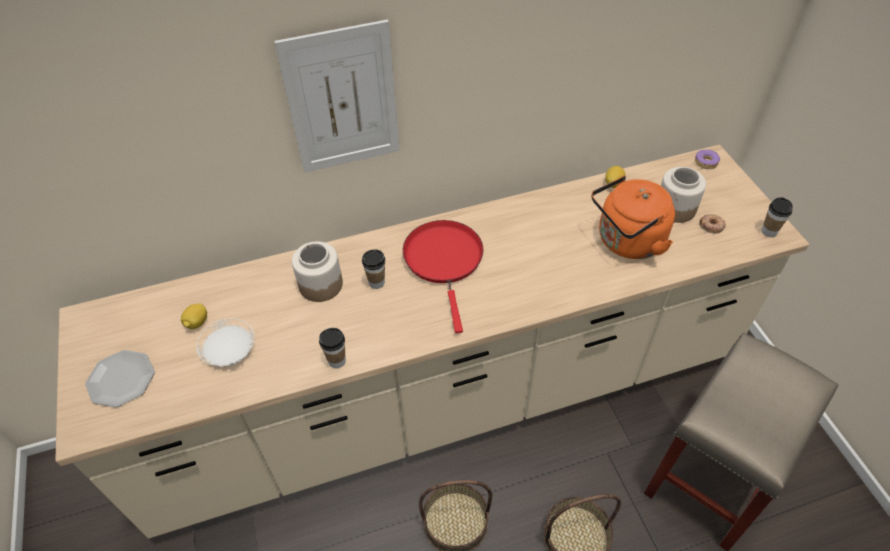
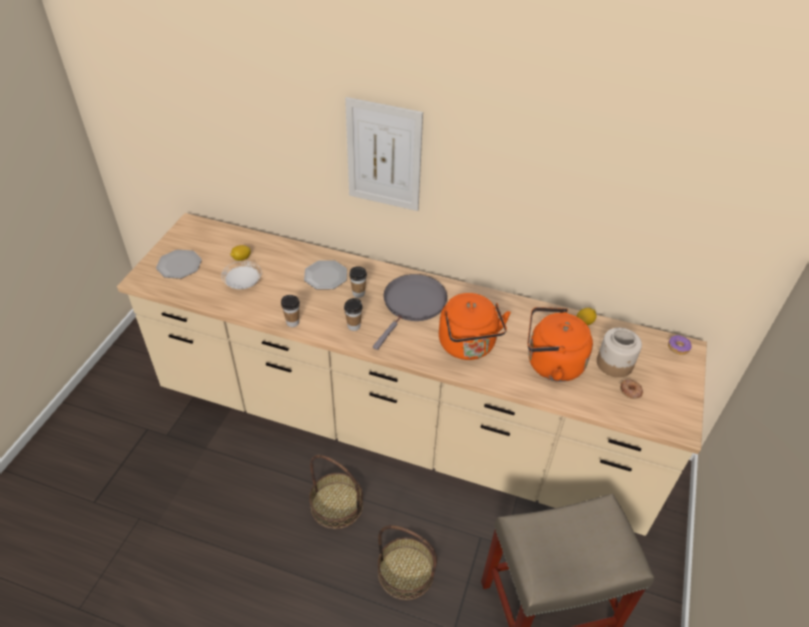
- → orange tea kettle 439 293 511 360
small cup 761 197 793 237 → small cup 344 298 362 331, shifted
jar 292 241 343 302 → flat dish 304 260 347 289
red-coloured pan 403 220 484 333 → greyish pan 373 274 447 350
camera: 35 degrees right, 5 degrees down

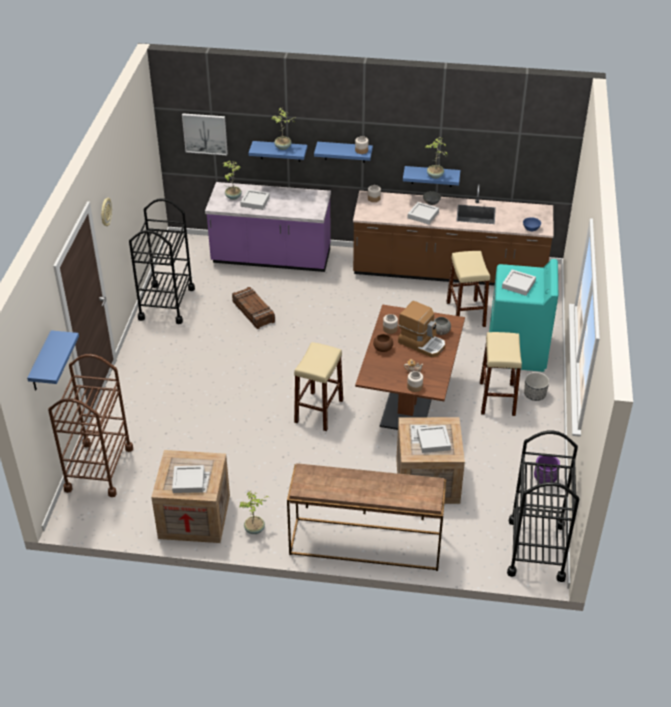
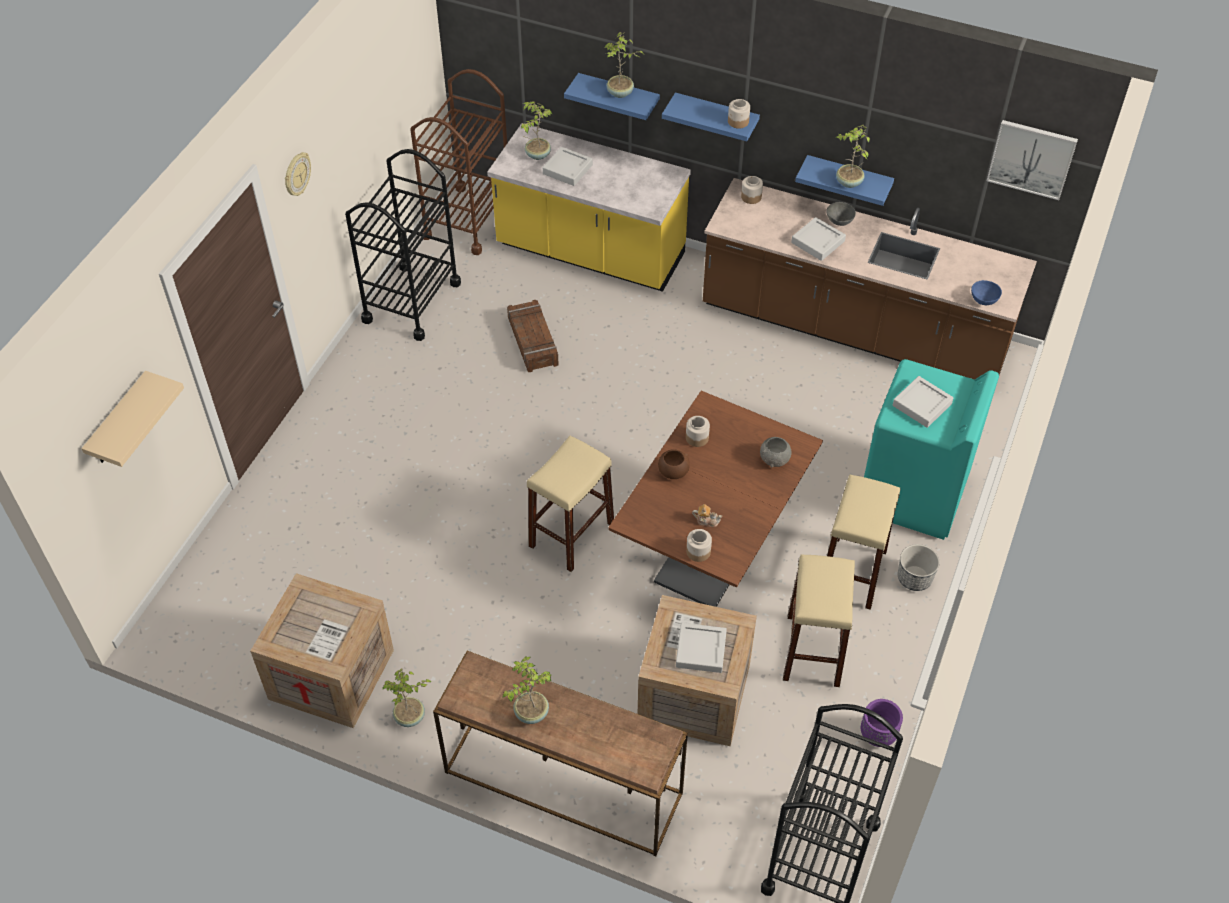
greyish serving tray 172 465 204 493 → -
coffee maker 398 301 445 357 → -
- → potted plant 503 656 551 724
brownish wheeled cart 48 354 133 497 → brownish wheeled cart 410 69 507 255, shifted
picture 182 113 228 155 → picture 987 120 1078 200, shifted
beige sitting stool 447 251 490 327 → beige sitting stool 783 554 855 687, shifted
bluish shelf 27 330 79 391 → beige shelf 81 371 184 467
purple counter 205 182 331 272 → yellowish counter 487 123 691 292
camera: 15 degrees right, 10 degrees up

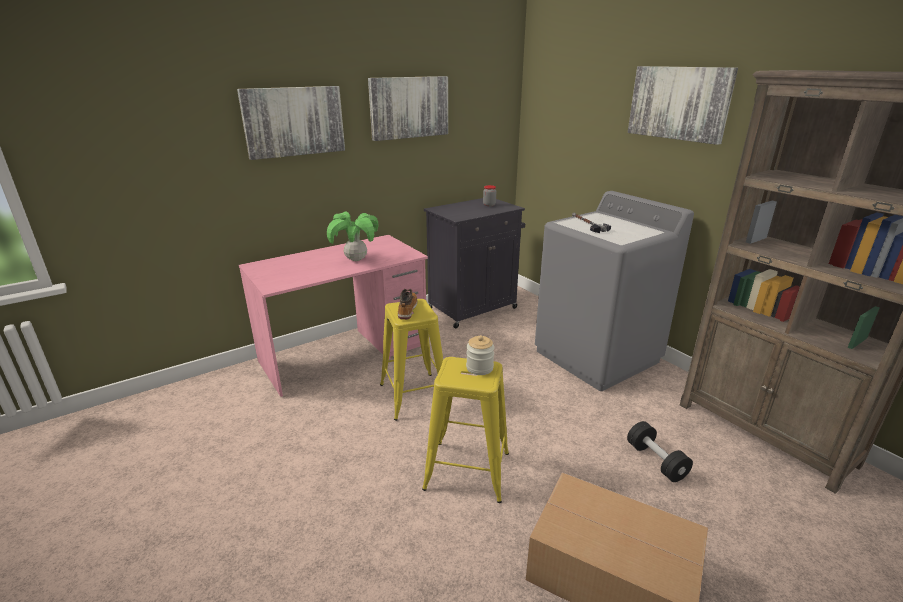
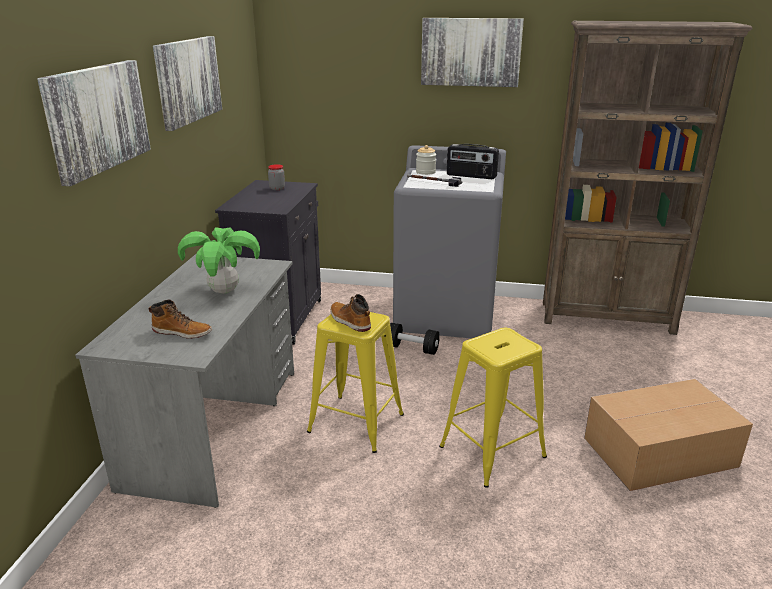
- → tall boot 149 300 212 339
- → radio set 447 144 499 179
jar 466 335 495 375 → jar 416 145 436 175, shifted
black-coloured hand weight 627 421 693 482 → black-coloured hand weight 390 323 440 355, shifted
pink desk unit 239 235 428 397 → greyish desk unit 75 254 294 508
camera: 45 degrees left, 0 degrees up

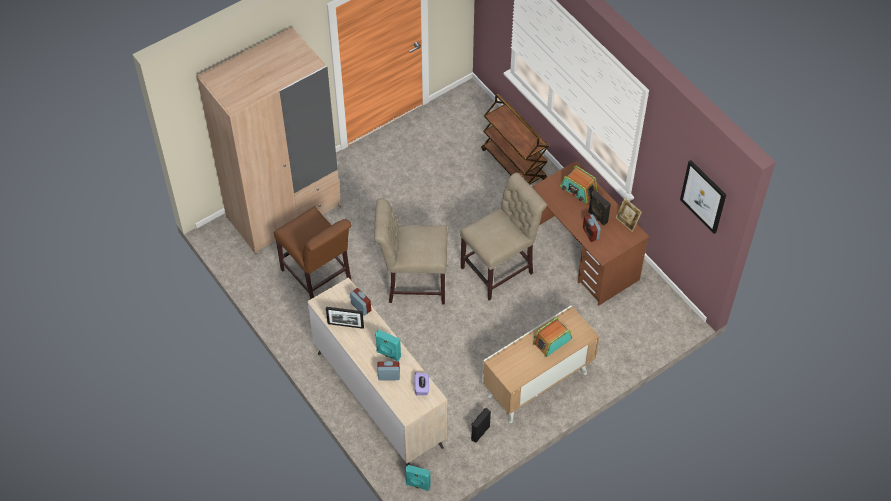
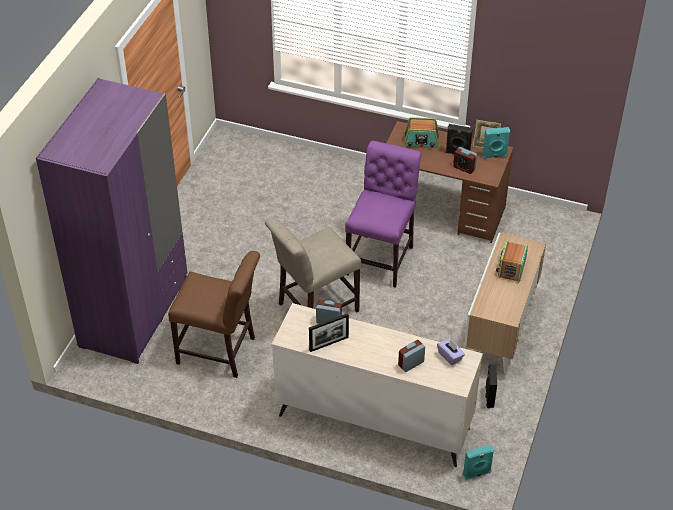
brownish wheeled cart 481 94 549 184 → -
picture 680 160 726 234 → -
blue-green speaker 375 329 401 361 → blue-green speaker 482 127 510 159, shifted
beige clothes cupboard 197 27 341 254 → purple clothes cupboard 36 78 187 364
beige upright chair 460 173 547 300 → purple upright chair 345 141 422 288
camera: 35 degrees left, 10 degrees down

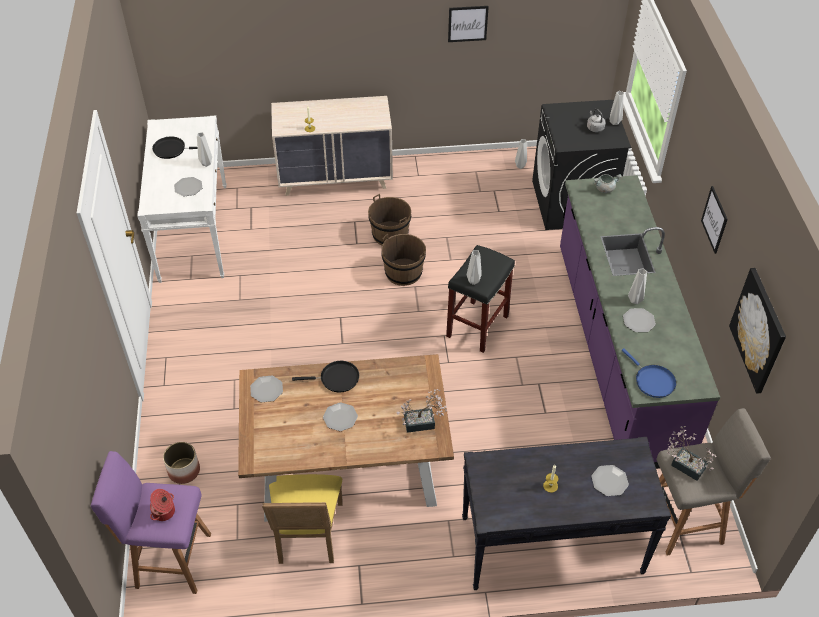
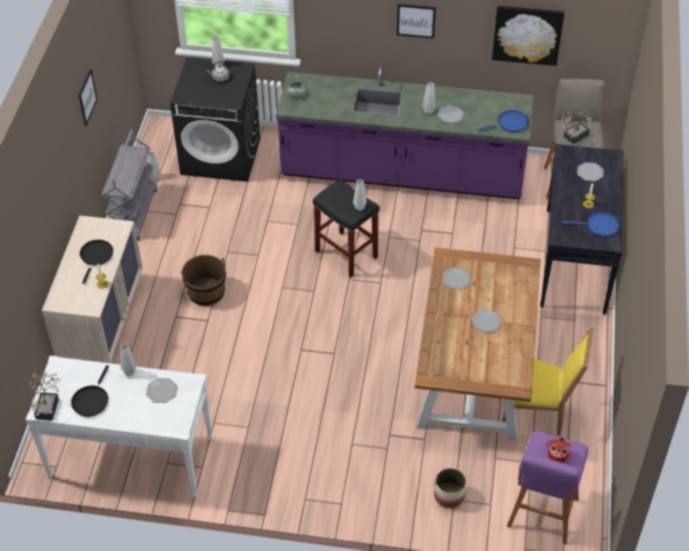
brownish water bucket 381 234 426 286 → -
- → greyish wheeled cart 102 129 157 241
- → bluish pan 562 212 620 237
flat dish 250 376 283 403 → flat dish 443 268 471 289, shifted
black-coloured pan 292 361 359 392 → black-coloured pan 80 240 113 284, shifted
potted plant 397 389 447 433 → potted plant 29 372 60 421, shifted
camera: 75 degrees left, 0 degrees up

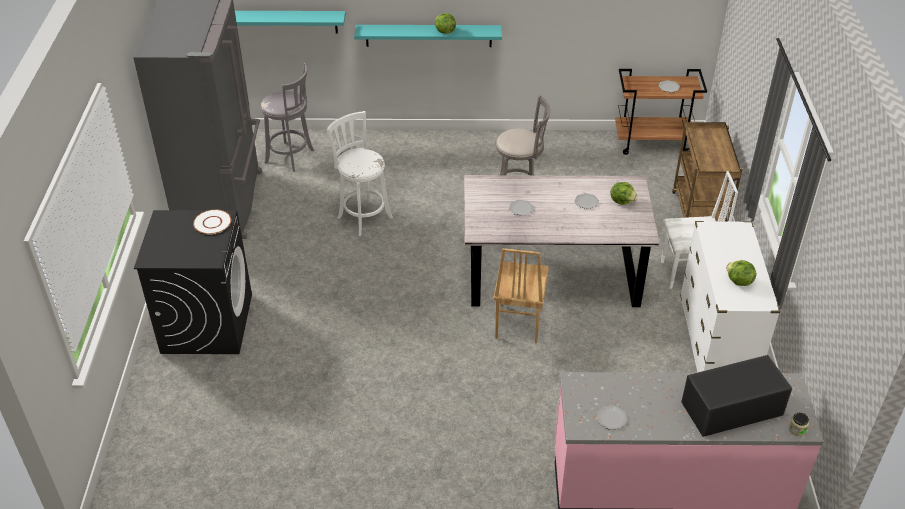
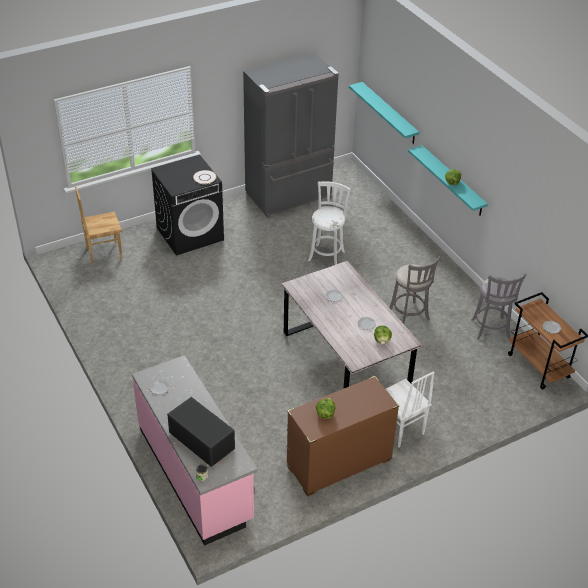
brownish wheeled cart 672 122 742 222 → -
greyish sitting stool 261 63 314 172 → greyish sitting stool 472 273 526 340, shifted
brownish upright chair 493 248 549 343 → brownish upright chair 75 187 122 265, shifted
white dresser 680 221 780 373 → brownish dresser 286 376 399 497
camera: 60 degrees right, 0 degrees up

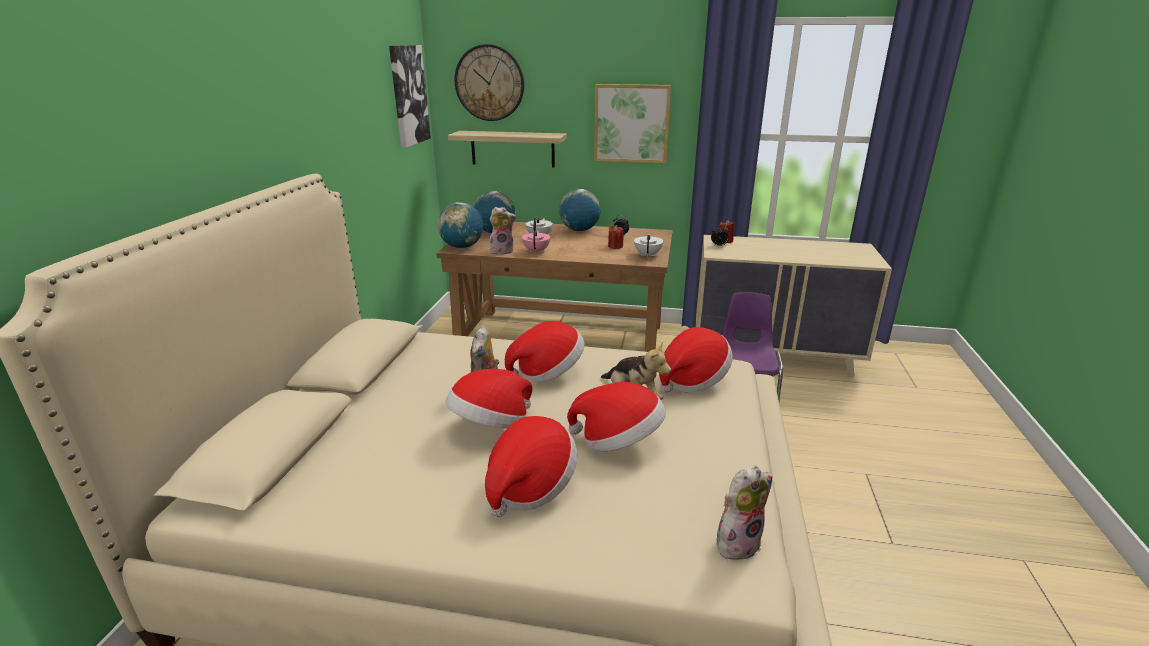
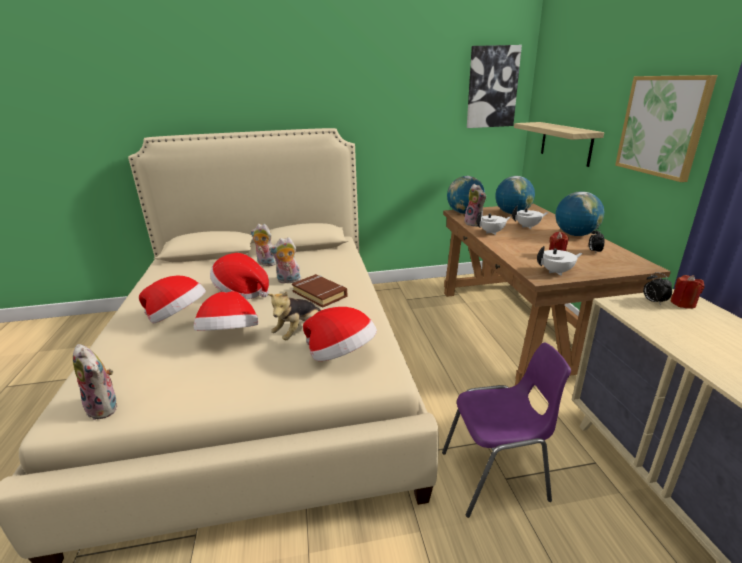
clock on the wall 454 44 524 121 → -
- → soft toy 251 224 276 266
clothing hat 505 321 584 383 → brownish bound book 292 274 348 307
pink pot for tea 522 231 551 253 → white pot for tea 476 212 510 235
camera: 70 degrees right, 0 degrees up

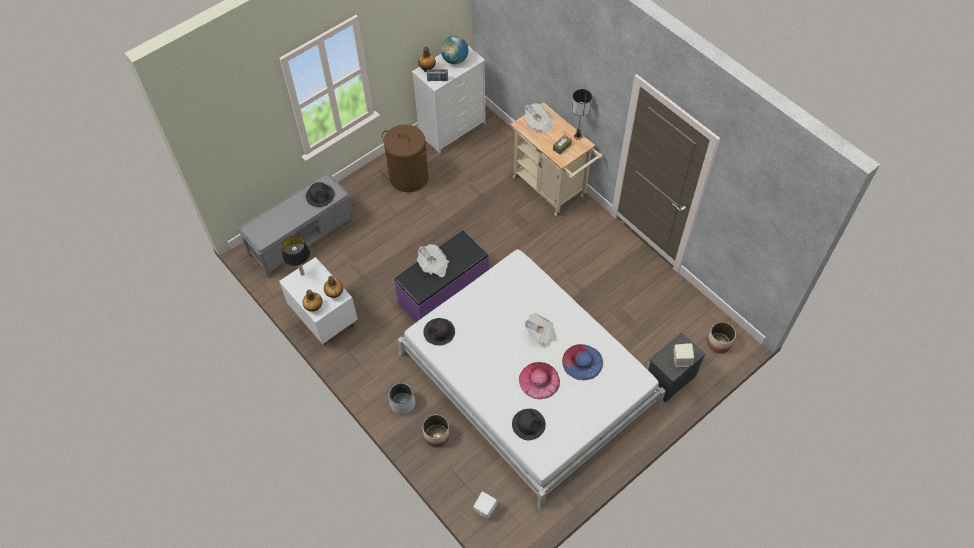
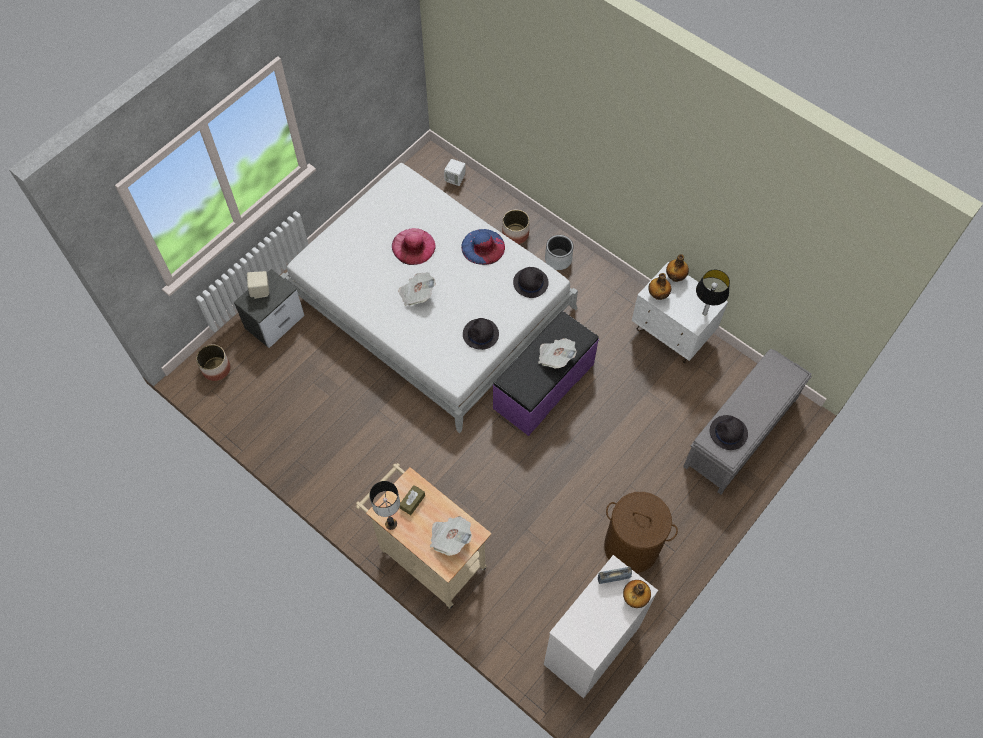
world globe 441 36 468 64 → -
black-coloured clothing hat 512 409 546 440 → black-coloured clothing hat 463 318 499 350, shifted
bluish clothing hat 562 344 603 380 → bluish clothing hat 461 229 505 265, shifted
camera: 170 degrees right, 5 degrees up

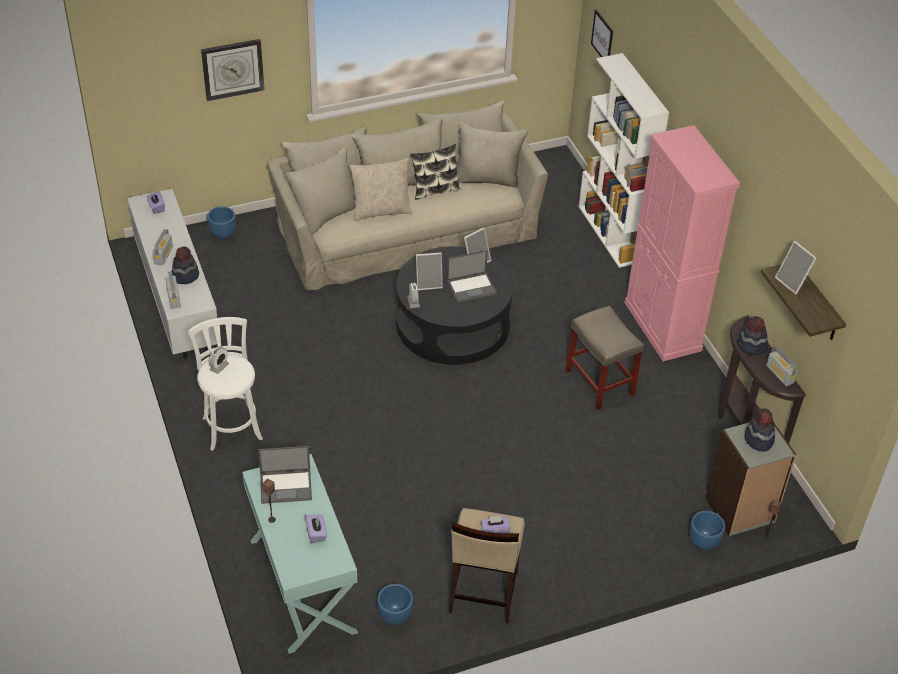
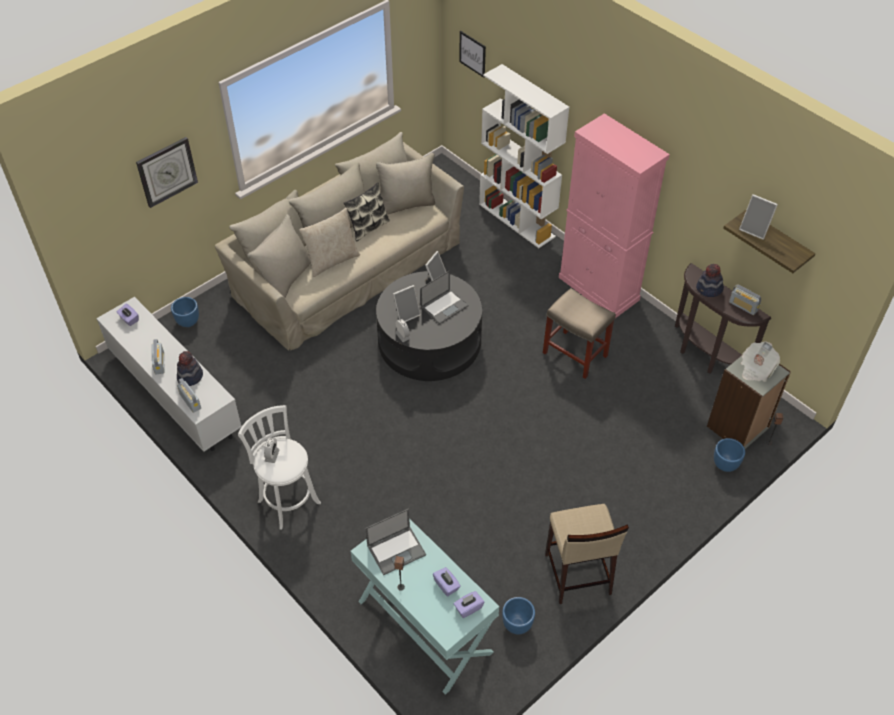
purple box of tissues 481 516 511 534 → purple box of tissues 454 591 484 618, shifted
clothing hat 744 408 775 452 → newspaper 741 341 780 382
camera: 20 degrees left, 5 degrees up

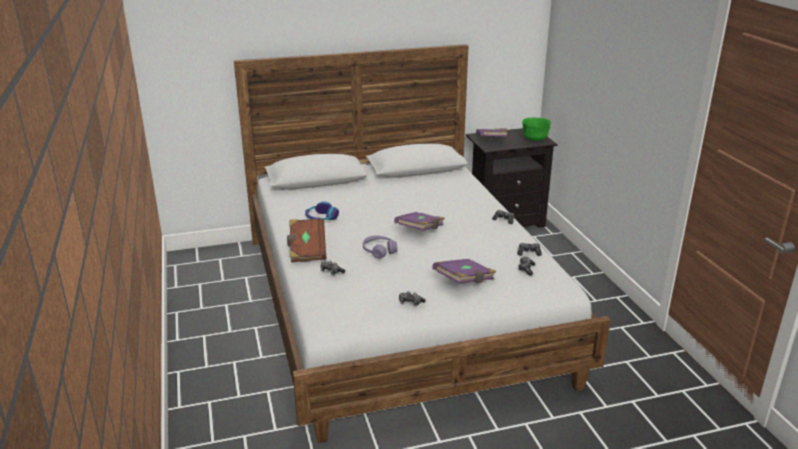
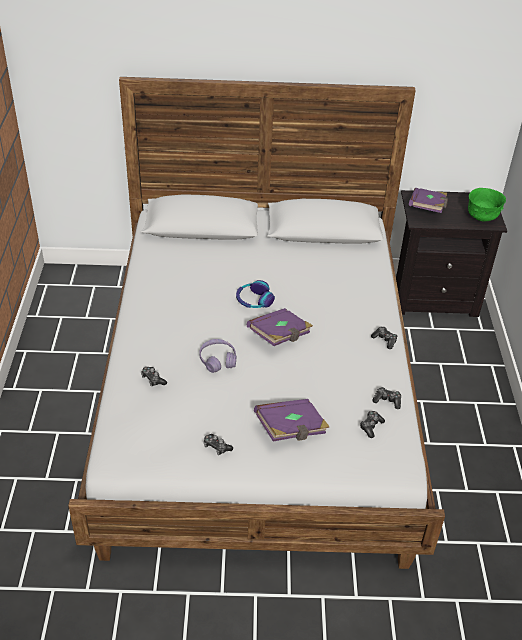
brownish bound book 287 219 326 262 → -
headphones 305 201 339 220 → headphones 236 280 275 308, shifted
camera: 15 degrees right, 15 degrees up

